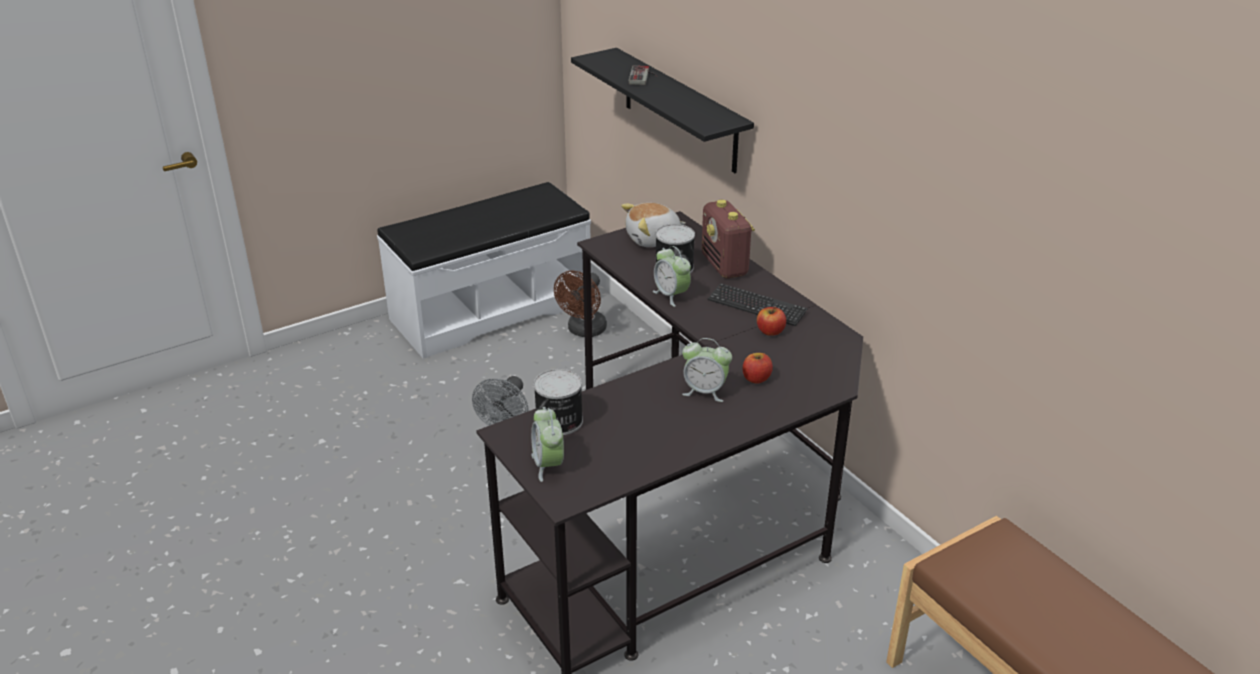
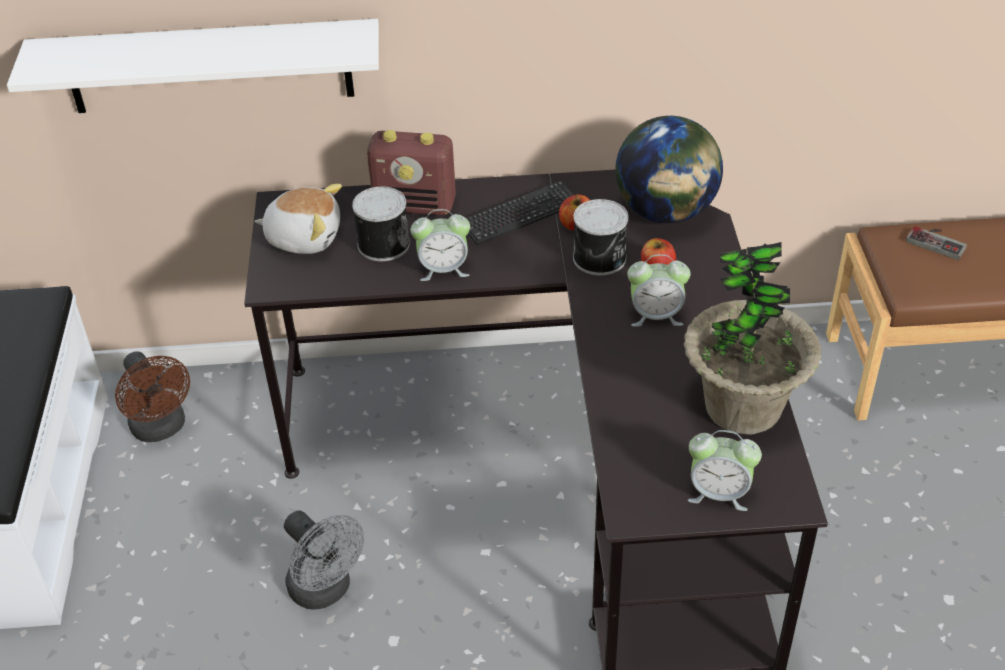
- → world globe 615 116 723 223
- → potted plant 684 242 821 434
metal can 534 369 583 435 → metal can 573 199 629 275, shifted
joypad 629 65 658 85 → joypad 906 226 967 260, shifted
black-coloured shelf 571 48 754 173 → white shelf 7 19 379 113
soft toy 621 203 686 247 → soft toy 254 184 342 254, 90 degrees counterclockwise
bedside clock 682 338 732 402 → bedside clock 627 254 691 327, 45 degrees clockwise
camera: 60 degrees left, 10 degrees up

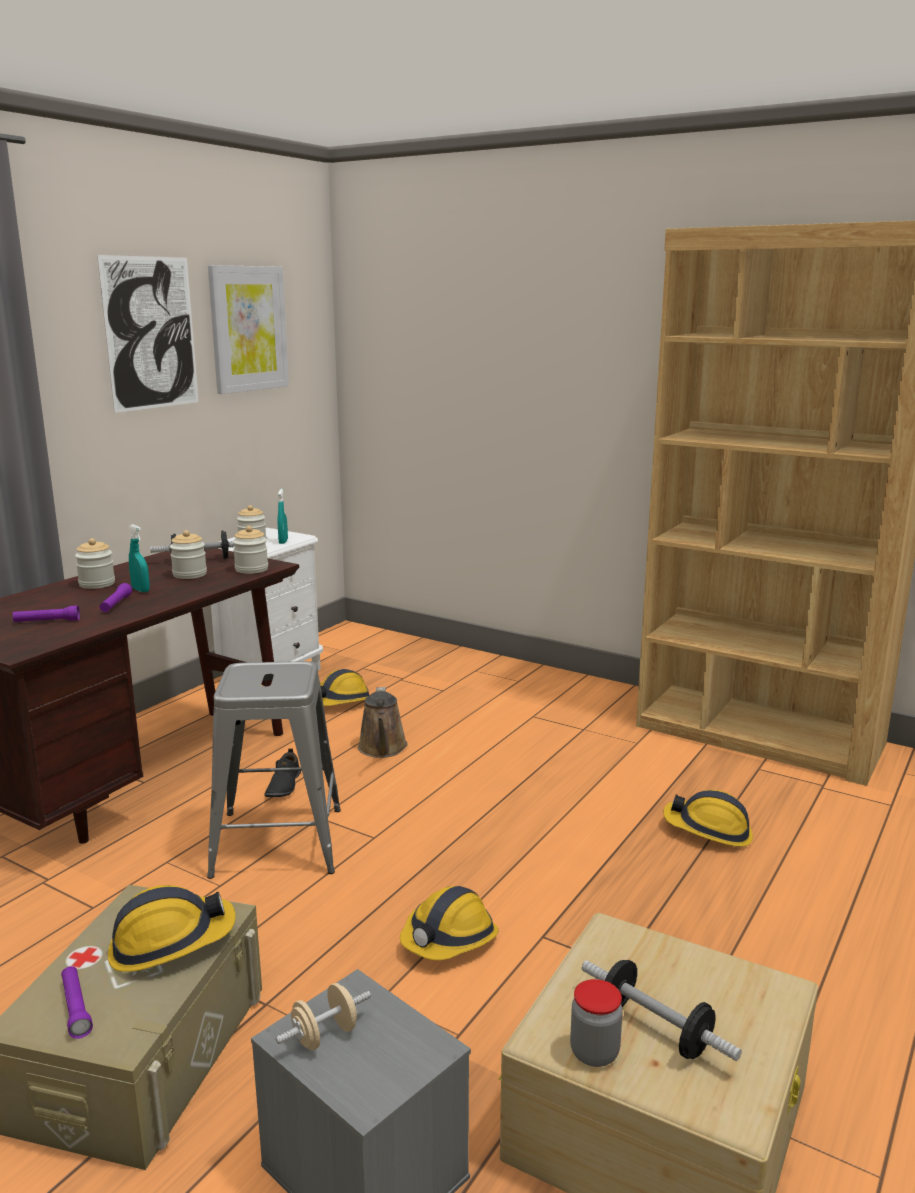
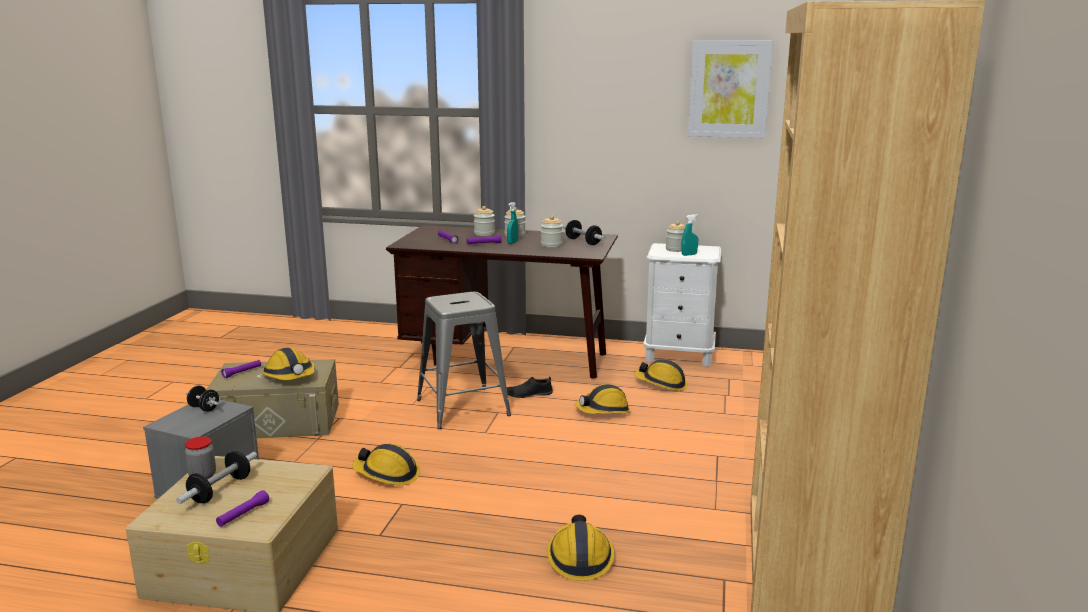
picture 97 255 199 413 → -
- → purple flashlight 216 490 269 527
jar 233 526 268 574 → jar 474 206 495 236, shifted
brownish watering can 358 687 408 758 → work helmet 574 384 631 414
beige hand weight 275 983 371 1050 → black-coloured hand weight 186 386 220 412
camera: 70 degrees right, 0 degrees up

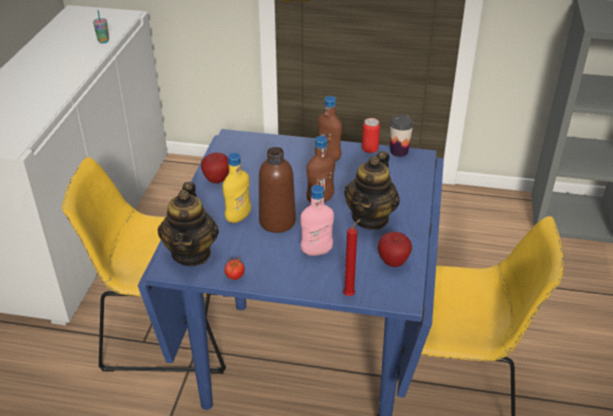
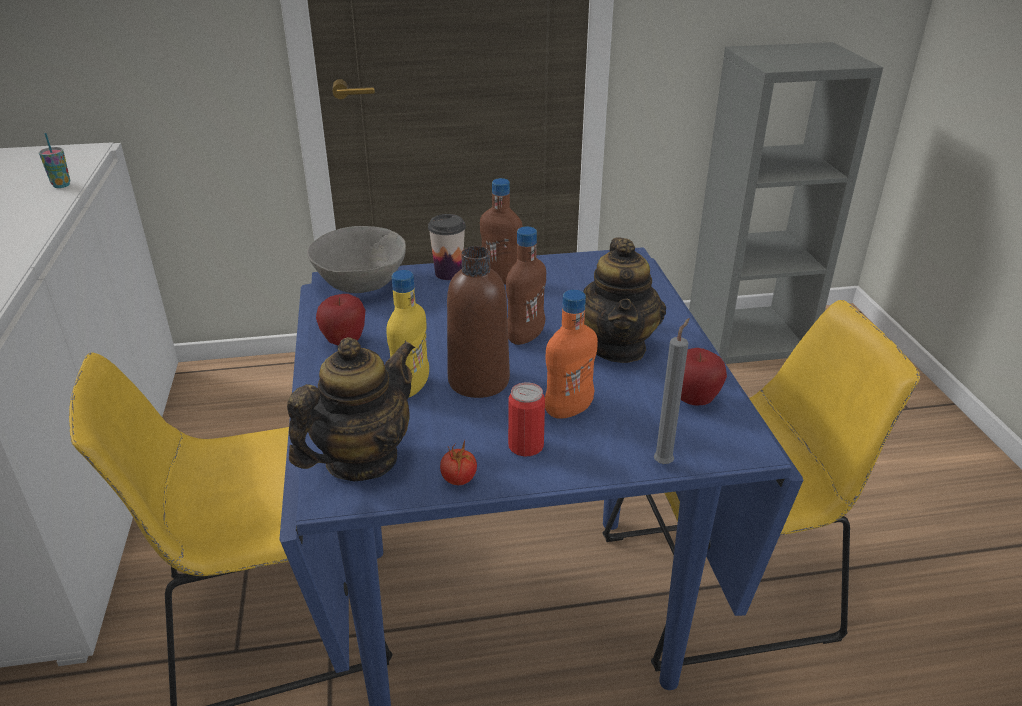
- → greyish serving bowl 307 226 406 293
metal can 362 118 380 153 → metal can 508 382 545 457, shifted
small cup 390 115 414 157 → small cup 428 214 466 280, shifted
pink bottle 300 185 334 256 → orange bottle 545 290 598 419
red-coloured wax candle 343 219 361 296 → greyish wax candle 654 318 690 464
pot for tea 158 182 219 266 → pot for tea 287 337 415 481, 120 degrees counterclockwise
camera: 20 degrees left, 5 degrees down

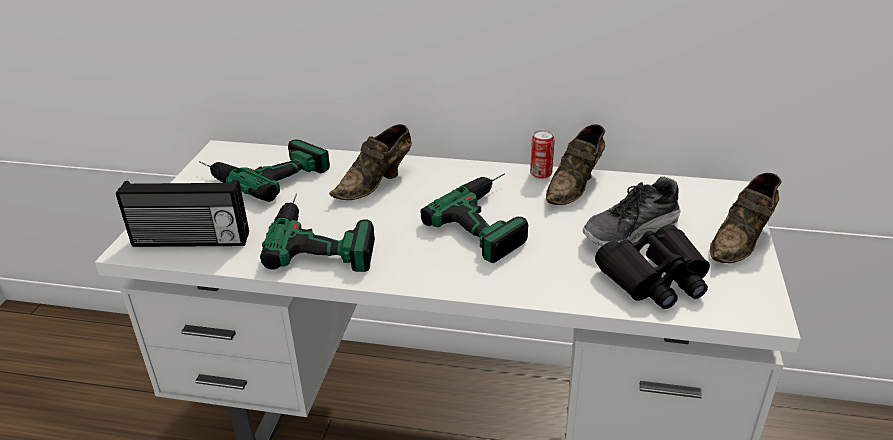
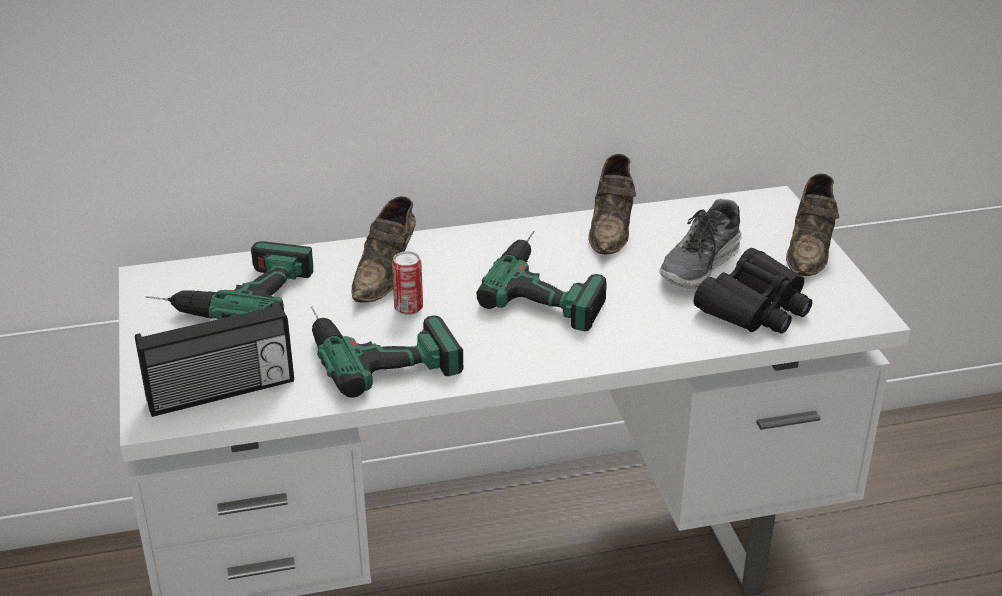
metal can 530 130 555 179 → metal can 392 251 423 315, shifted
camera: 25 degrees left, 0 degrees up

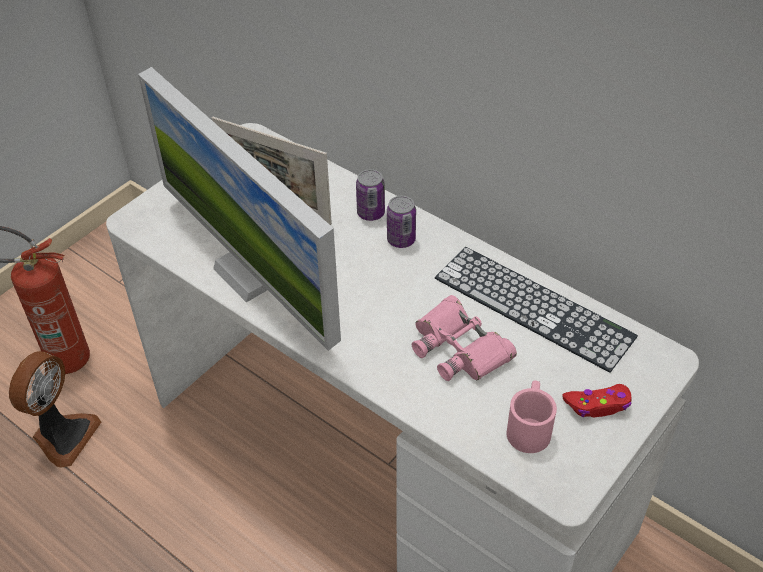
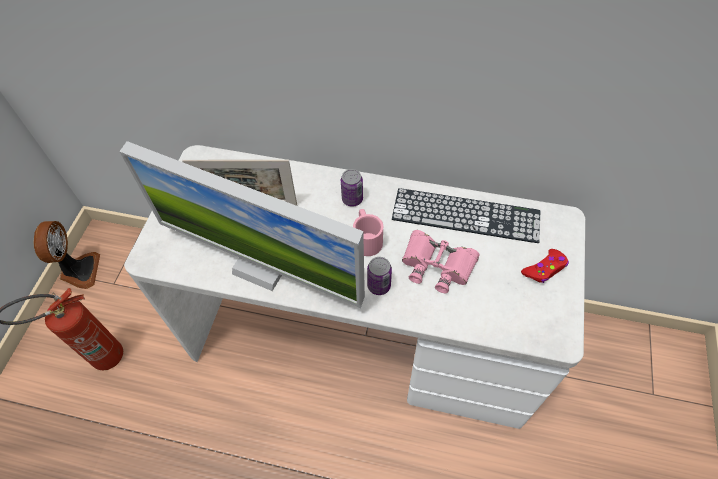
cooling fan 9 351 101 468 → cooling fan 33 221 100 289, shifted
metal can 356 169 385 221 → metal can 367 257 392 295, shifted
pink coffee mug 506 380 557 453 → pink coffee mug 353 209 383 256, shifted
camera: 25 degrees left, 10 degrees up

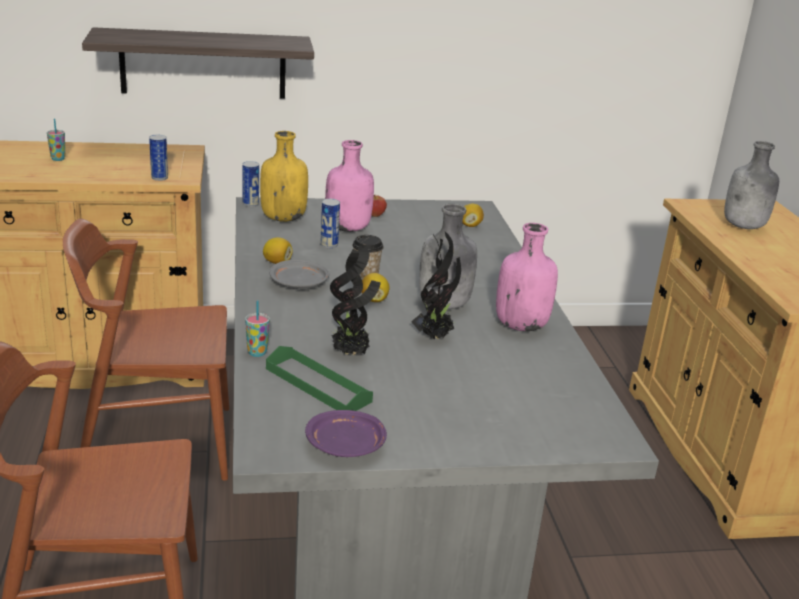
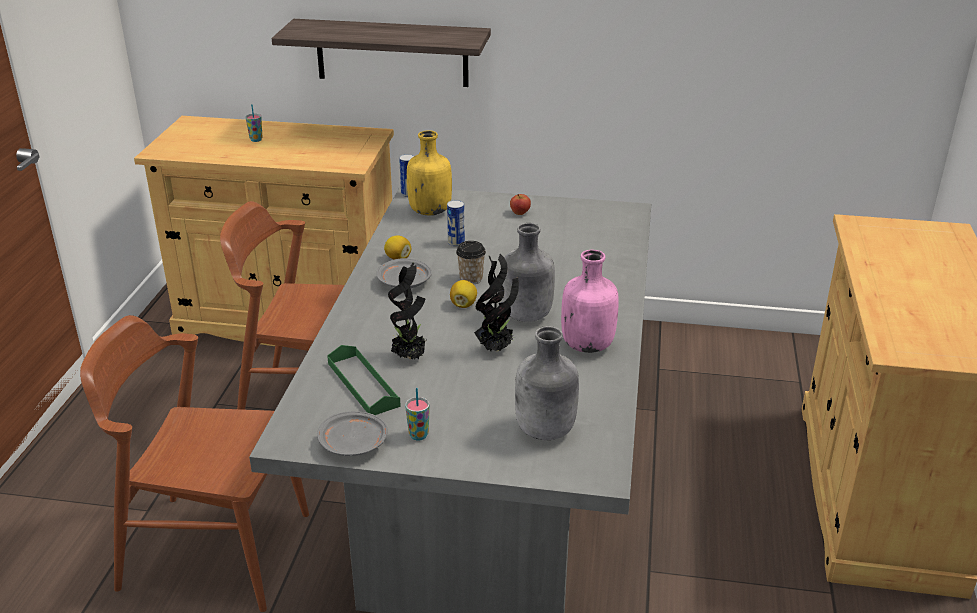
metal can 149 135 168 181 → -
pink bottle 325 140 374 232 → -
lemon 462 204 484 227 → -
small cup 245 300 270 357 → small cup 405 388 430 441, shifted
greyish bottle 724 141 779 229 → greyish bottle 515 326 579 440, shifted
purple flat dish 305 410 387 457 → greyish flat dish 317 411 388 456
camera: 20 degrees right, 5 degrees up

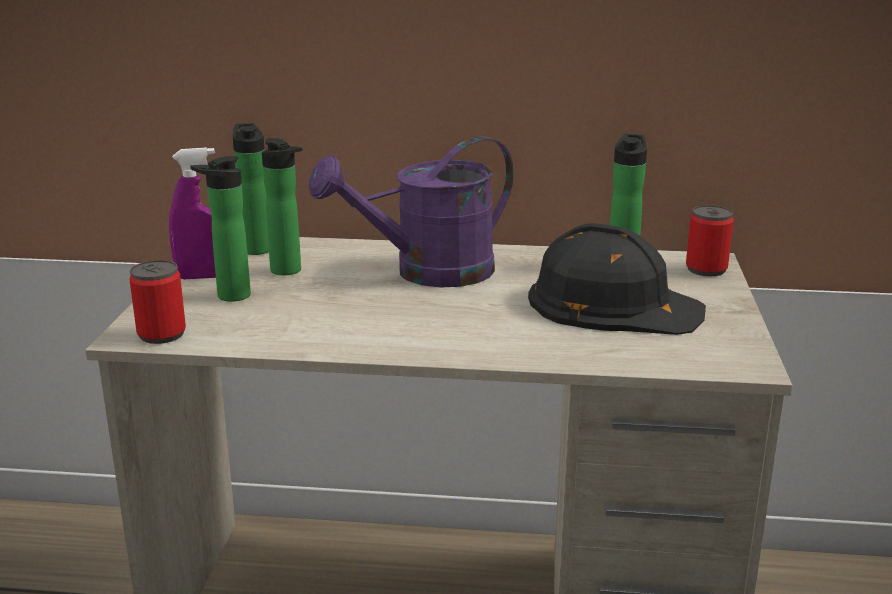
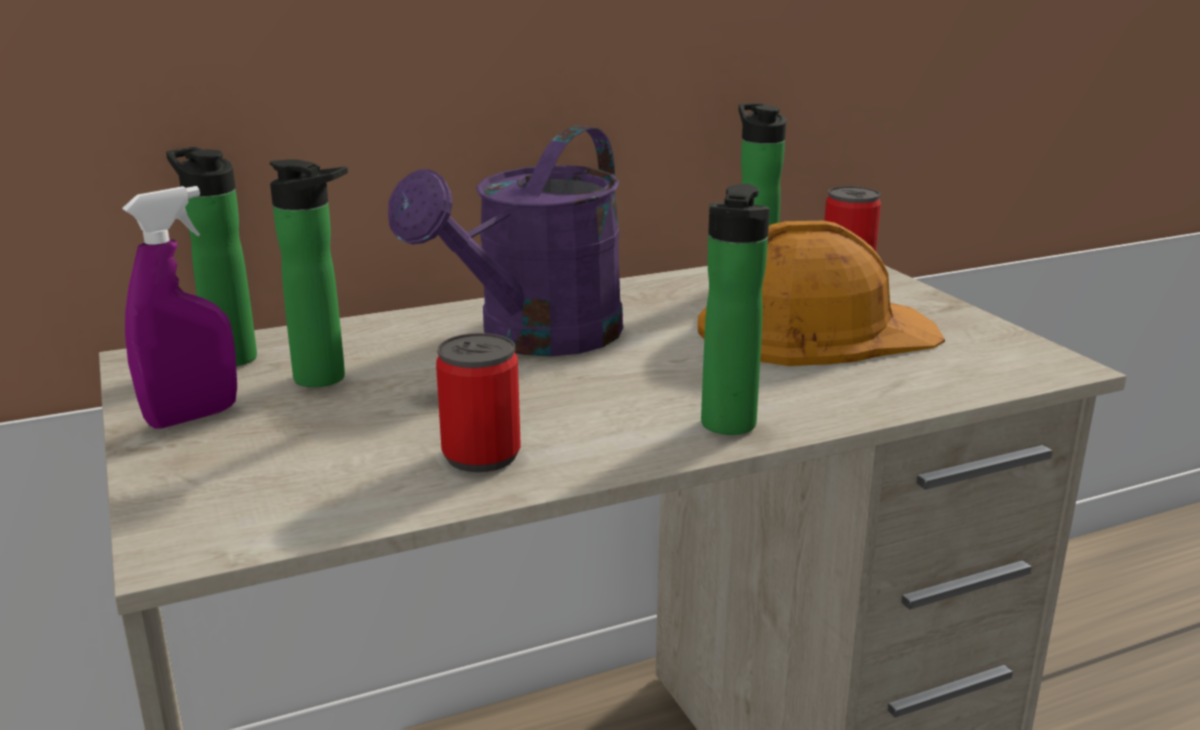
metal can 129 260 186 344 → metal can 436 333 521 472, shifted
bottle 190 156 251 302 → bottle 701 184 770 435, shifted
black-coloured work helmet 528 223 706 335 → orange work helmet 698 221 945 366
camera: 30 degrees left, 0 degrees up

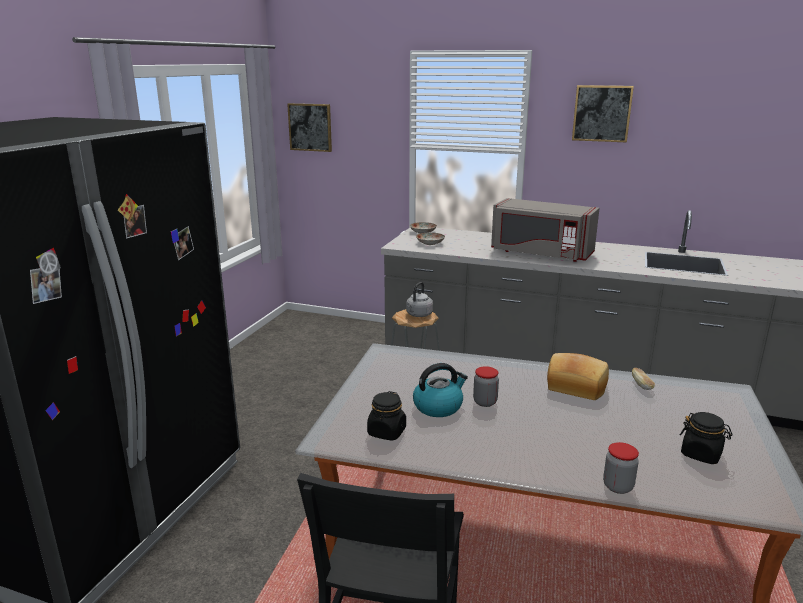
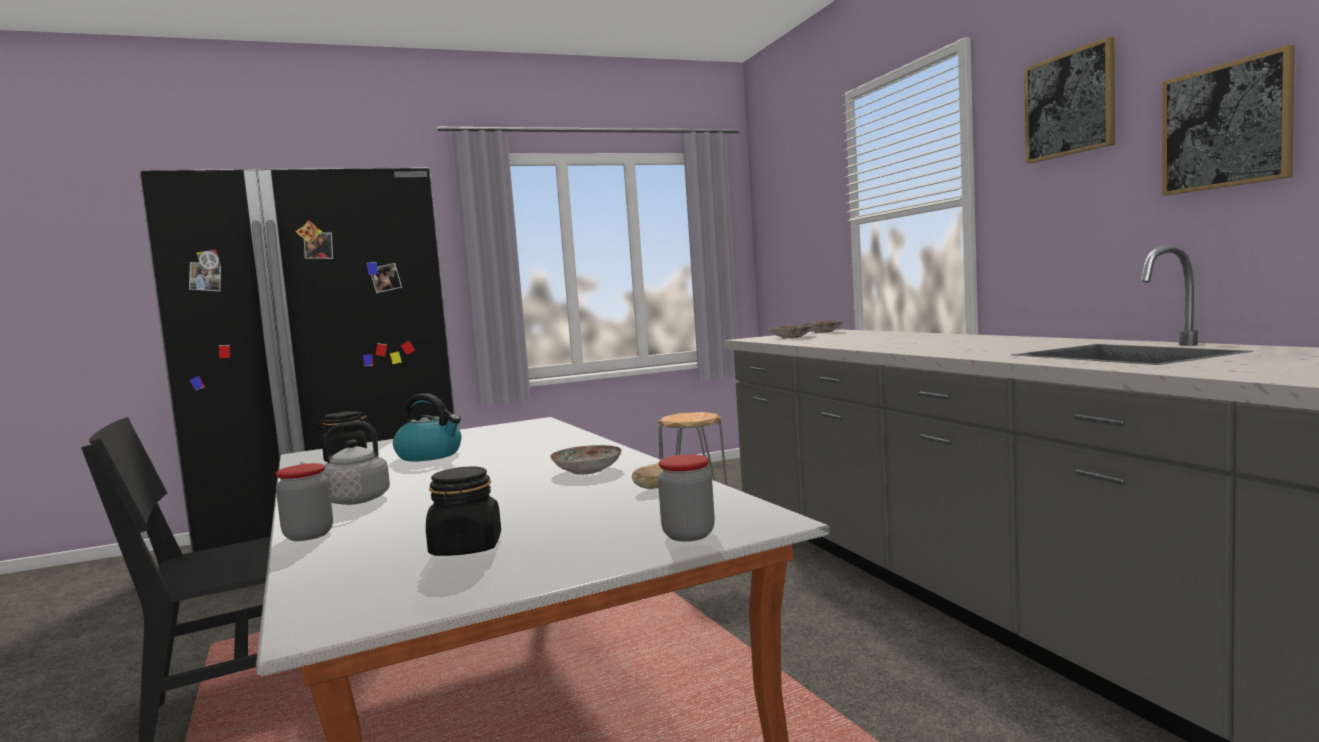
greyish microwave 491 198 599 262 → -
picture 287 103 332 152 → picture 1162 45 1295 196, shifted
greyish tea kettle 406 282 433 317 → greyish tea kettle 300 421 390 505, shifted
jar 473 366 499 407 → jar 658 454 715 542, shifted
bread 547 353 609 400 → flat dish 550 445 622 475
camera: 50 degrees right, 15 degrees down

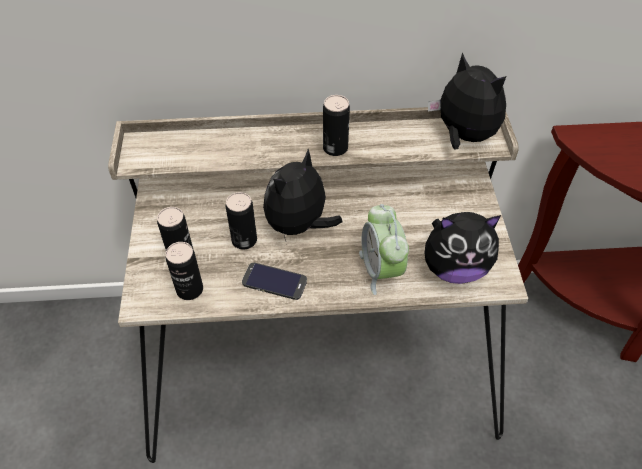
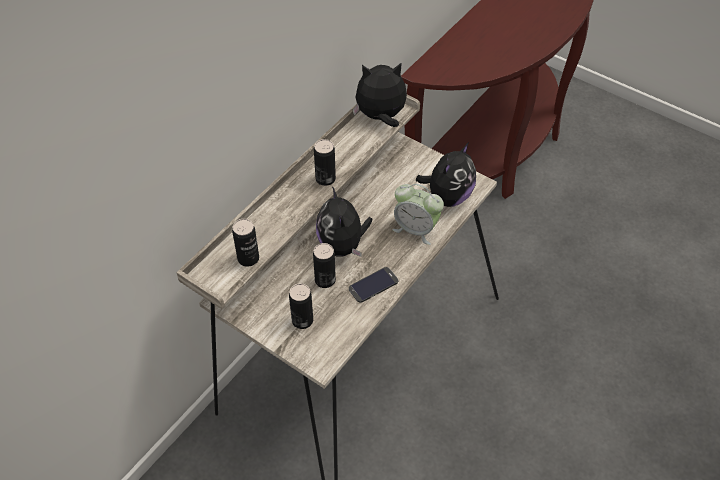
metal can 166 242 203 300 → metal can 232 219 259 267, shifted
camera: 50 degrees left, 0 degrees up

